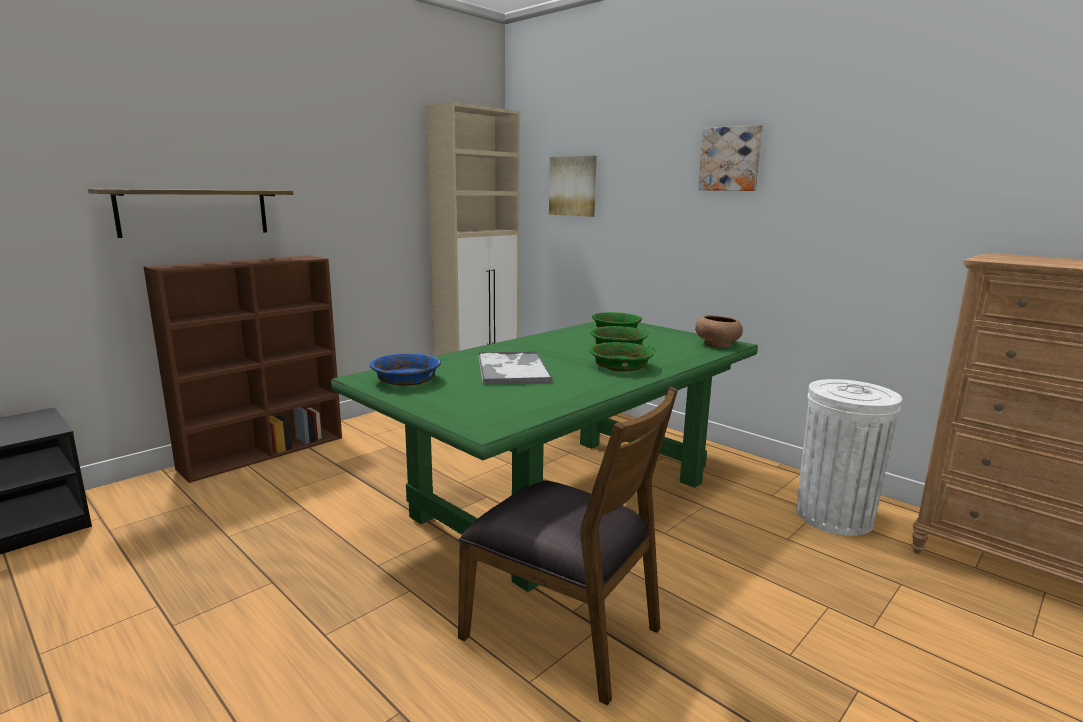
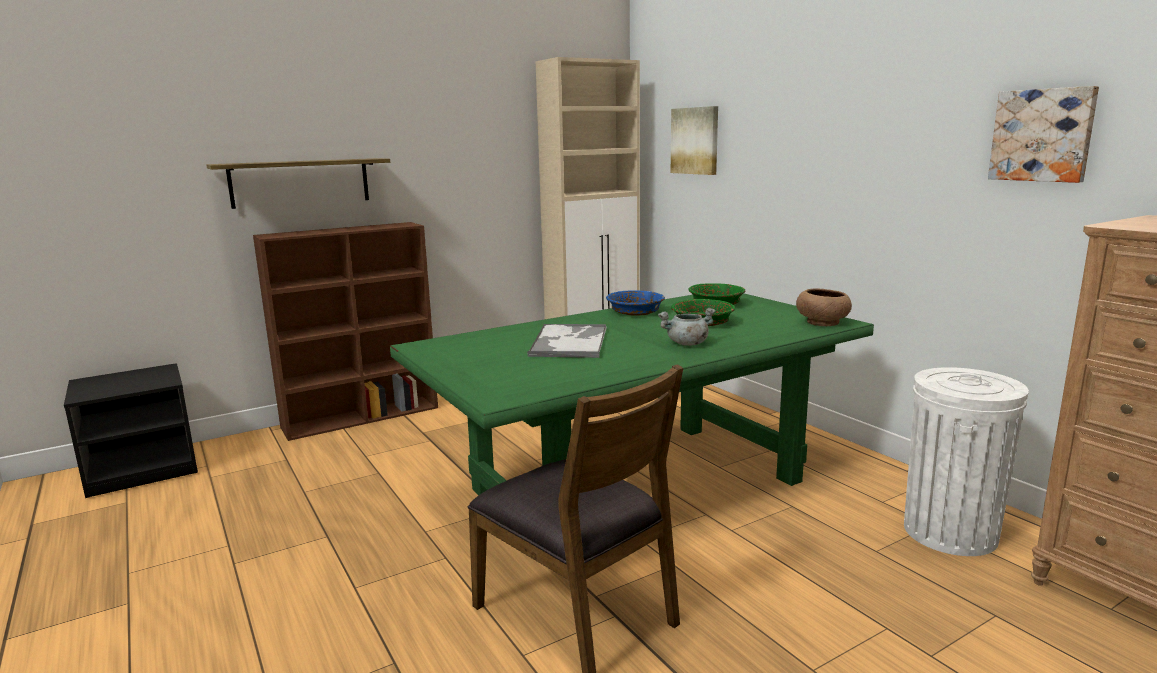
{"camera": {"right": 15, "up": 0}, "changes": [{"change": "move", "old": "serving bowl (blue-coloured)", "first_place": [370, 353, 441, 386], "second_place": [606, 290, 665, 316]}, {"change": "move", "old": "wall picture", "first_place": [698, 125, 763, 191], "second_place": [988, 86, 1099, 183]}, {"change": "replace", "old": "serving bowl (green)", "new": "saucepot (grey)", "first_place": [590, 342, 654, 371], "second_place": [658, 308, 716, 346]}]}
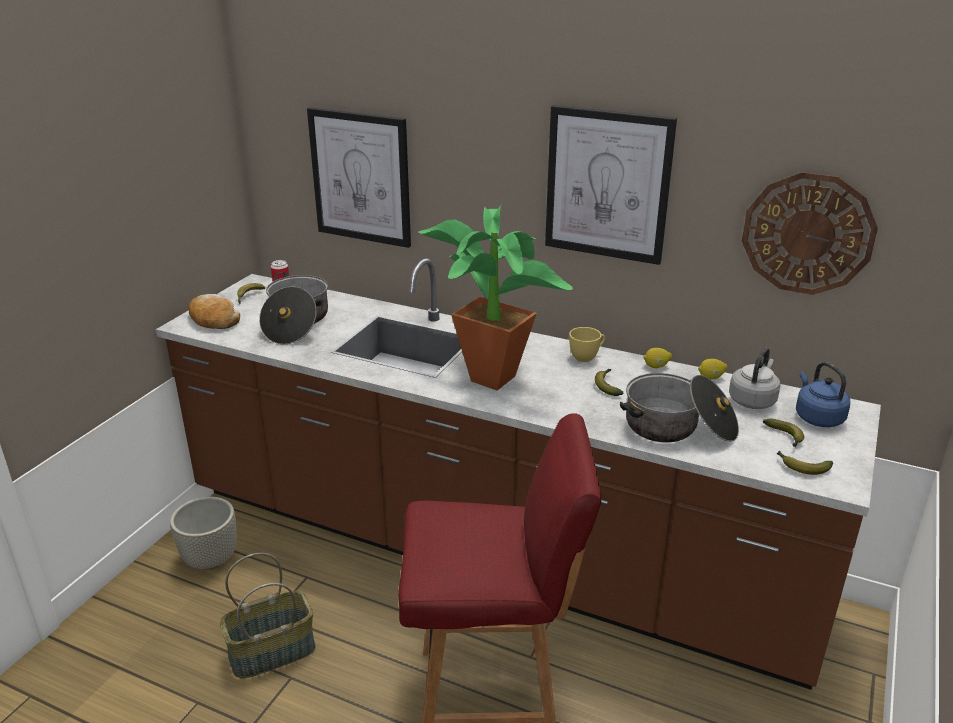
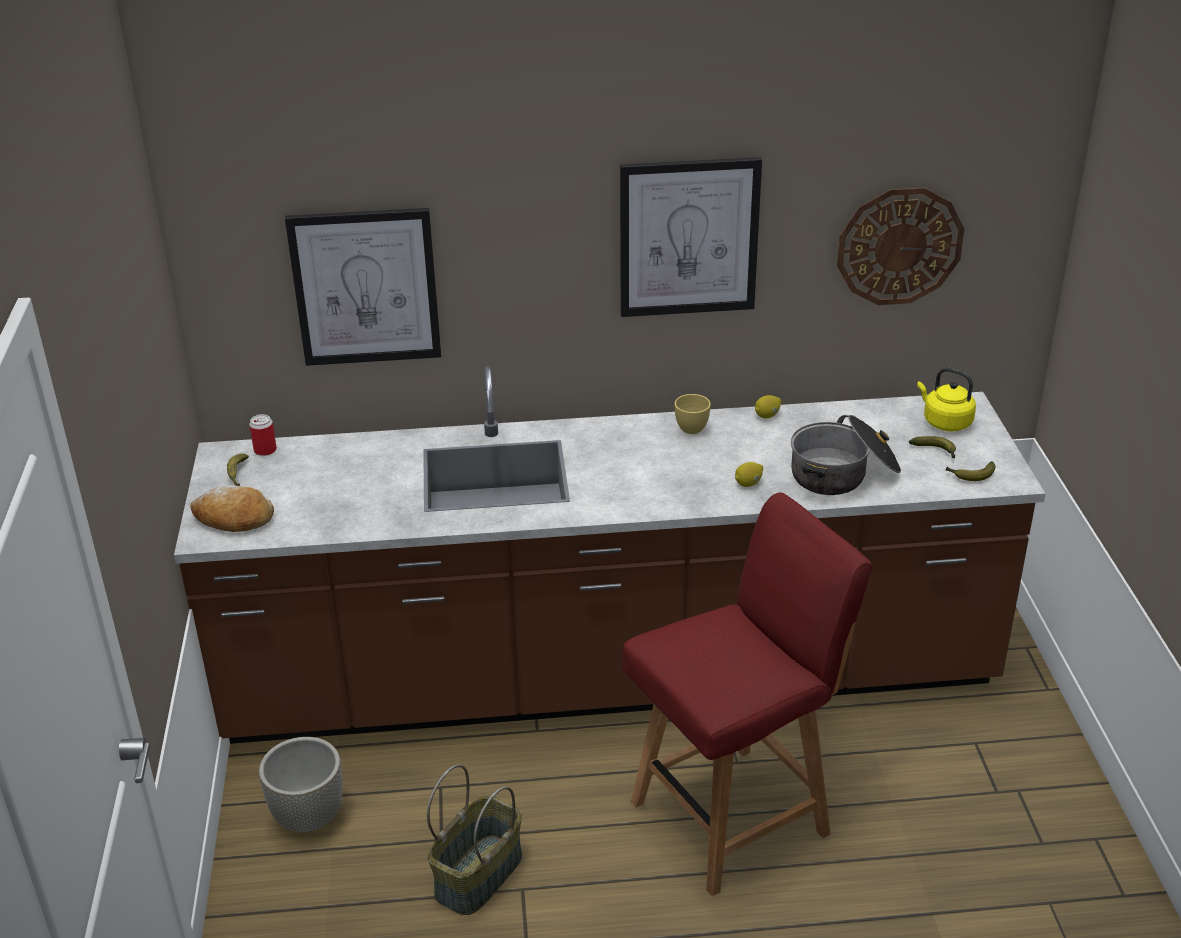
{"camera": {"right": -30, "up": 5}, "changes": [{"change": "delete", "old": "saucepot", "first_place": [259, 272, 328, 345]}, {"change": "delete", "old": "plant in a pot", "first_place": [419, 205, 573, 391]}, {"change": "delete", "old": "banana", "first_place": [595, 369, 623, 396]}, {"change": "delete", "old": "tea kettle (grey)", "first_place": [729, 347, 781, 409]}, {"change": "move", "old": "lemon", "first_place": [698, 359, 727, 380], "second_place": [735, 462, 763, 487]}, {"change": "recolor", "old": "tea kettle (blue-coloured)", "new": "tea kettle (yellowish)", "first_place": [796, 362, 850, 427], "second_place": [917, 367, 976, 431]}]}
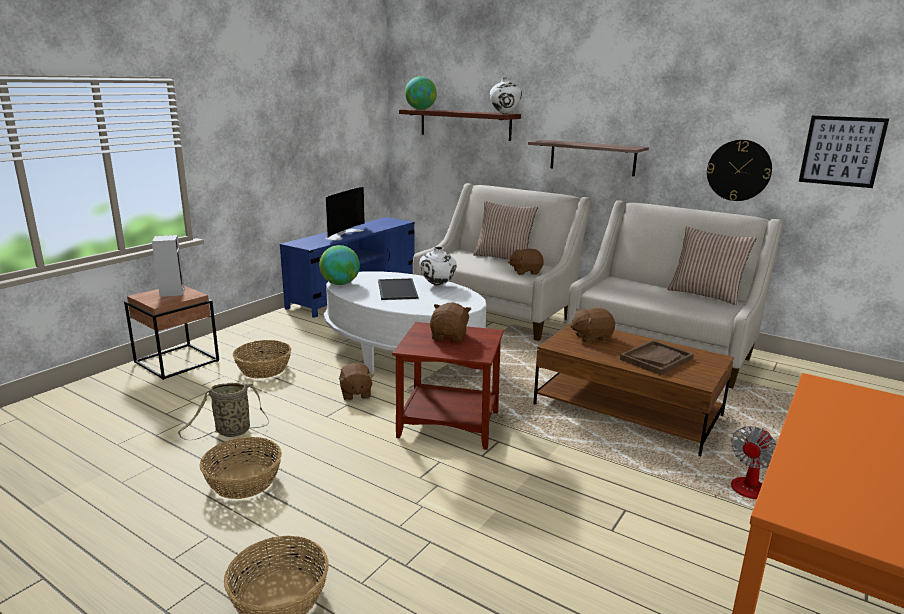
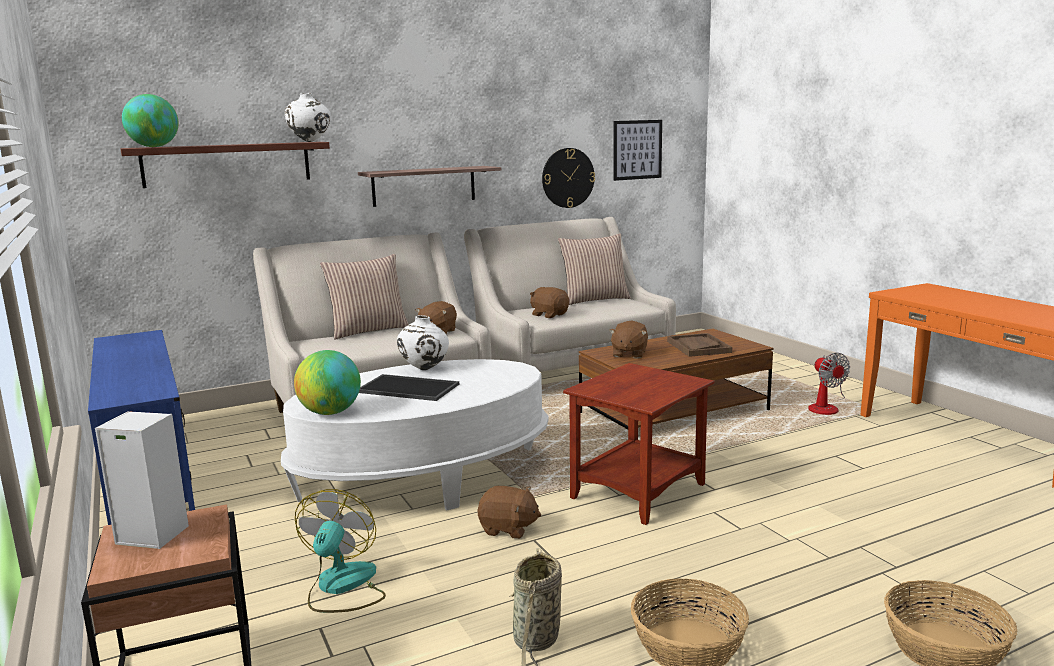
{"camera": {"right": -60, "up": -5}, "changes": [{"change": "delete", "old": "TV set", "first_place": [325, 186, 365, 240]}, {"change": "move", "old": "cuddly toy (brown-coloured)", "first_place": [430, 303, 471, 342], "second_place": [530, 287, 569, 318]}, {"change": "replace", "old": "storage basket", "new": "electric fan", "first_place": [233, 340, 291, 378], "second_place": [295, 489, 386, 613]}]}
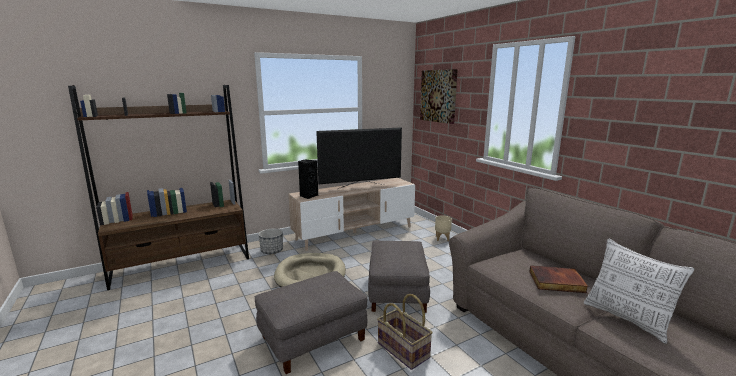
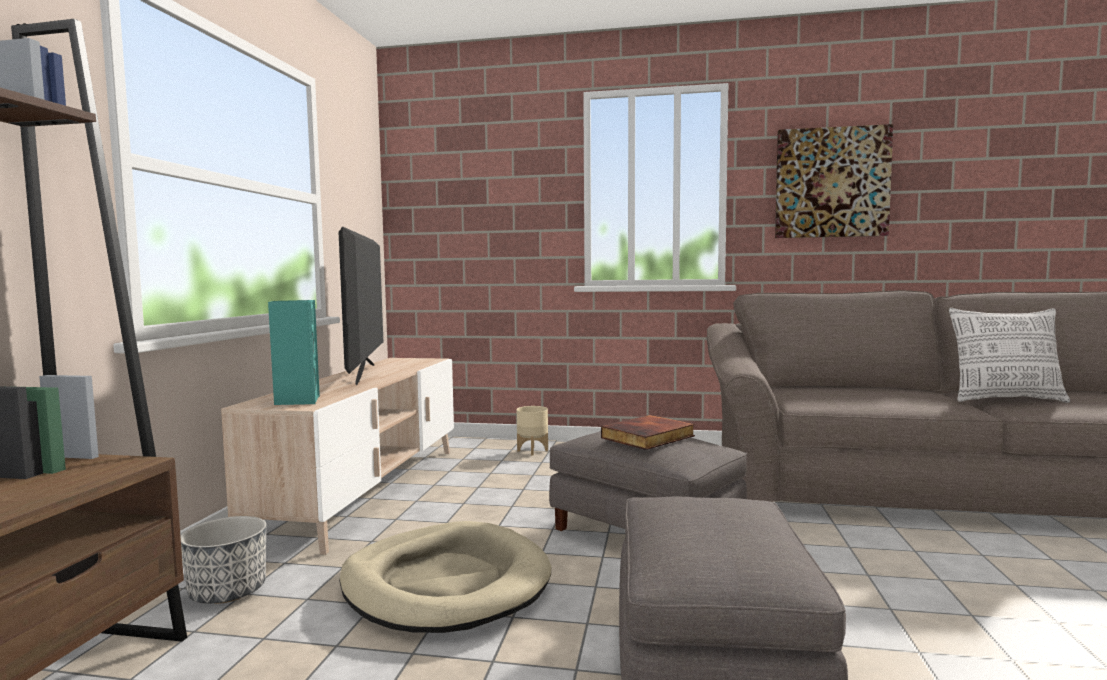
{"camera": {"right": -50, "up": -10}, "changes": [{"change": "delete", "old": "storage basket", "first_place": [377, 294, 433, 370]}, {"change": "move", "old": "wall picture", "first_place": [420, 69, 458, 124], "second_place": [775, 124, 893, 238]}, {"change": "move", "old": "bound book", "first_place": [529, 265, 588, 293], "second_place": [601, 415, 695, 450]}, {"change": "recolor", "old": "speaker (black-coloured)", "new": "speaker (blue-green)", "first_place": [298, 160, 318, 199], "second_place": [268, 300, 320, 405]}, {"change": "rotate", "old": "TV set", "first_place": [316, 127, 402, 189], "second_place": [338, 226, 383, 385], "degrees": 150}]}
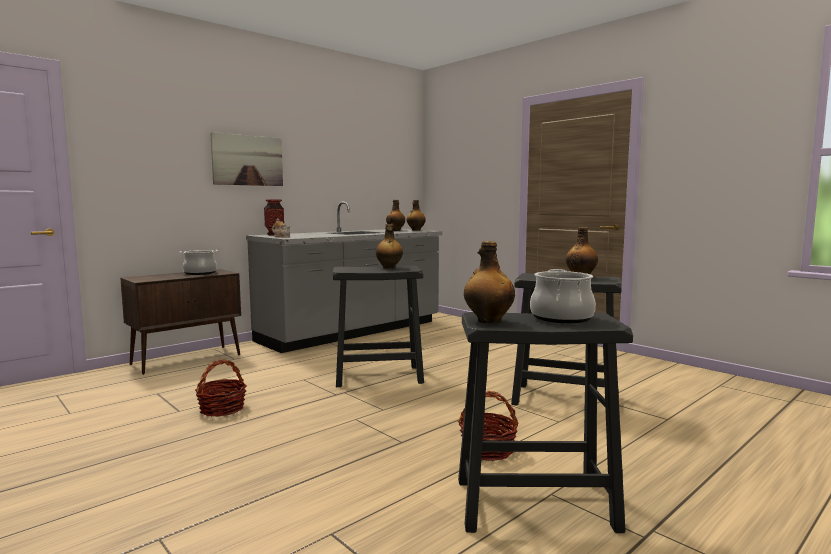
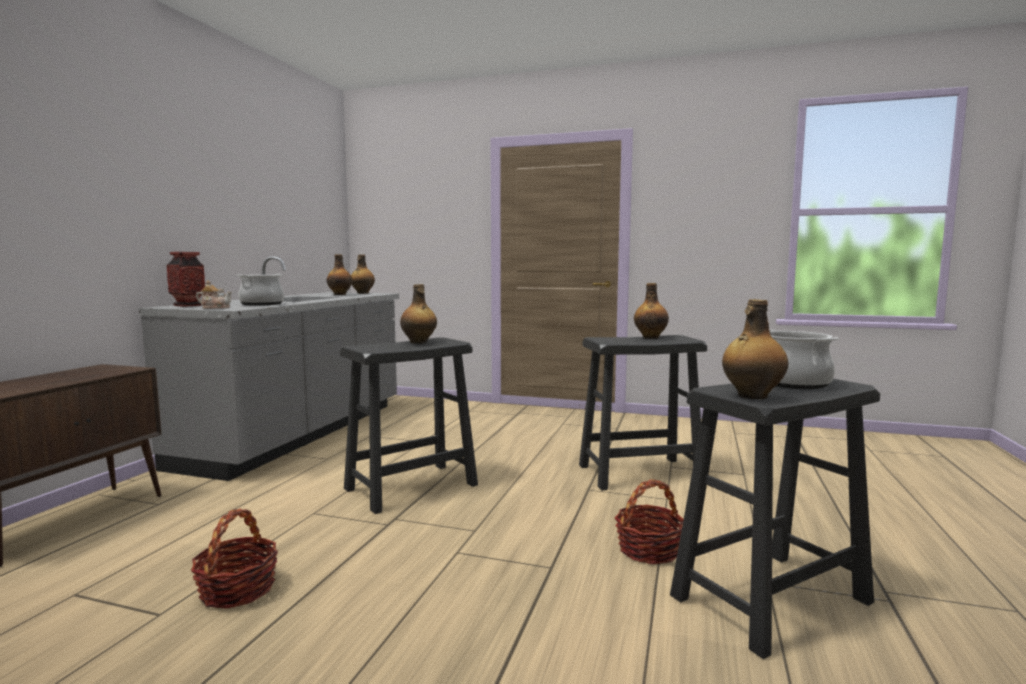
{"camera": {"right": -30, "up": 0}, "changes": [{"change": "delete", "old": "wall picture", "first_place": [210, 132, 283, 186]}, {"change": "move", "old": "saucepot", "first_place": [179, 250, 219, 275], "second_place": [237, 274, 284, 306]}]}
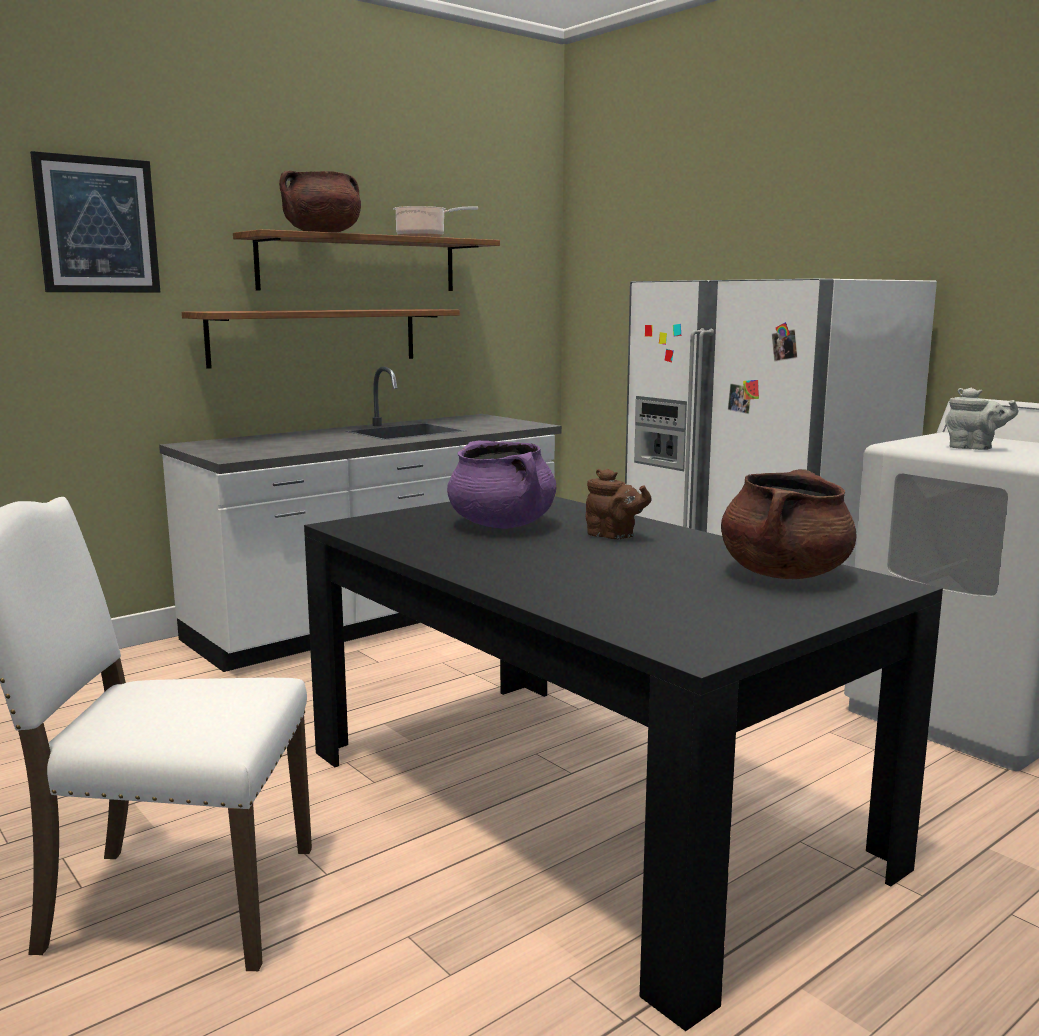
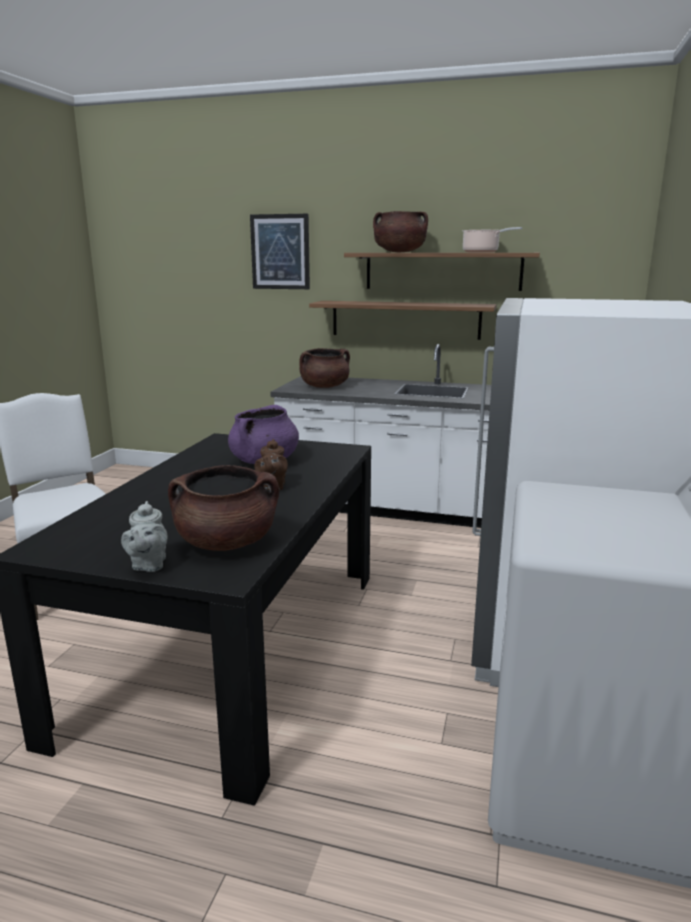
{"camera": {"right": 55, "up": 5}, "changes": [{"change": "insert", "new": "saucepot (brown-coloured)", "second_place": [299, 348, 350, 388]}, {"change": "move", "old": "pot for tea (grey)", "first_place": [945, 387, 1019, 450], "second_place": [121, 501, 167, 572]}]}
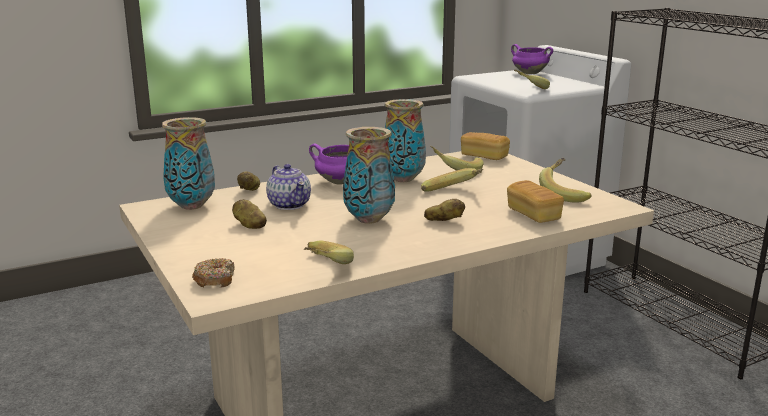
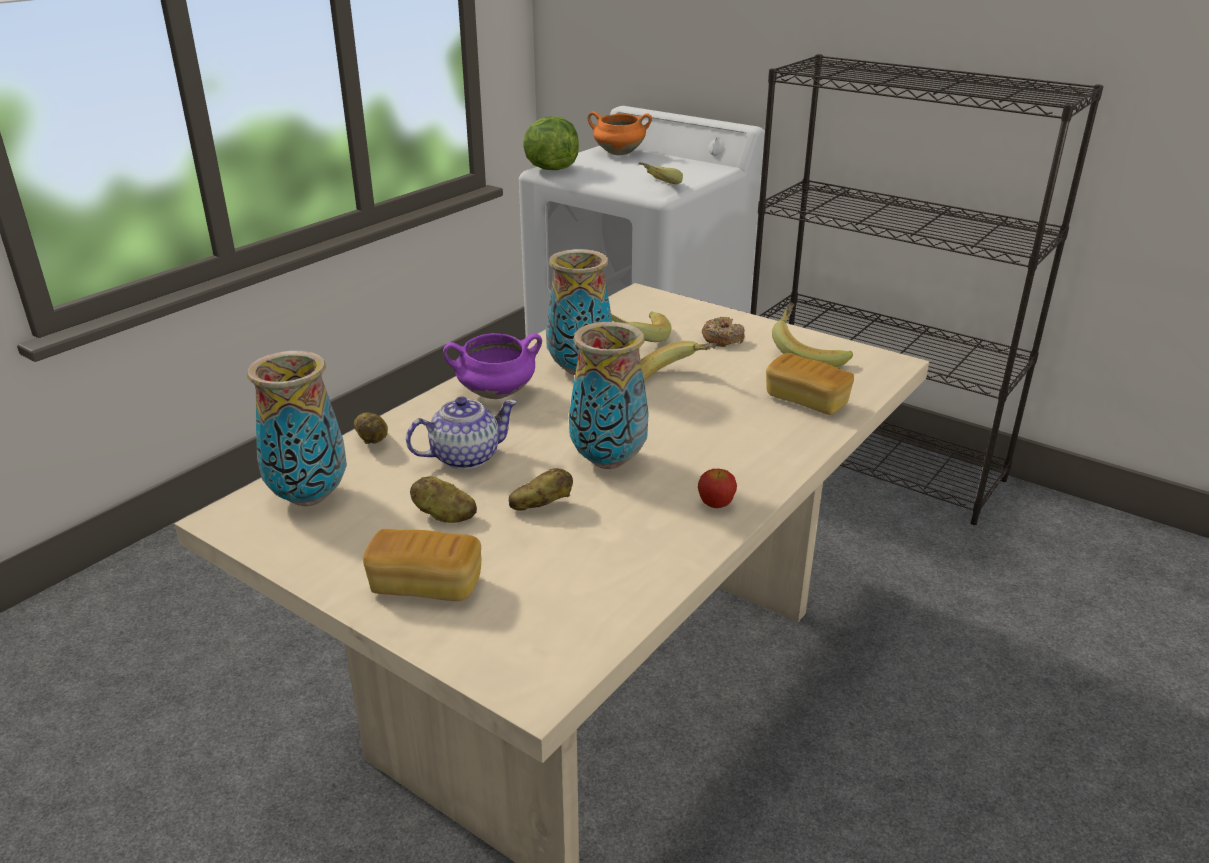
{"camera": {"right": -25, "up": 10}, "changes": [{"change": "delete", "old": "banana", "first_place": [304, 241, 354, 264]}, {"change": "insert", "new": "lettuce head", "second_place": [523, 116, 579, 170]}, {"change": "insert", "new": "apple", "second_place": [698, 469, 737, 508]}, {"change": "move", "old": "doughnut", "first_place": [192, 258, 235, 287], "second_place": [702, 317, 745, 347]}, {"change": "move", "old": "potato", "first_place": [424, 199, 465, 221], "second_place": [509, 468, 573, 511]}, {"change": "move", "old": "bread", "first_place": [461, 132, 510, 160], "second_place": [363, 529, 481, 601]}, {"change": "recolor", "old": "saucepot (purple-coloured)", "new": "saucepot (orange)", "first_place": [511, 44, 553, 74], "second_place": [588, 111, 652, 155]}, {"change": "rotate", "old": "pot for tea", "first_place": [266, 164, 311, 210], "second_place": [406, 397, 518, 470], "degrees": -60}]}
